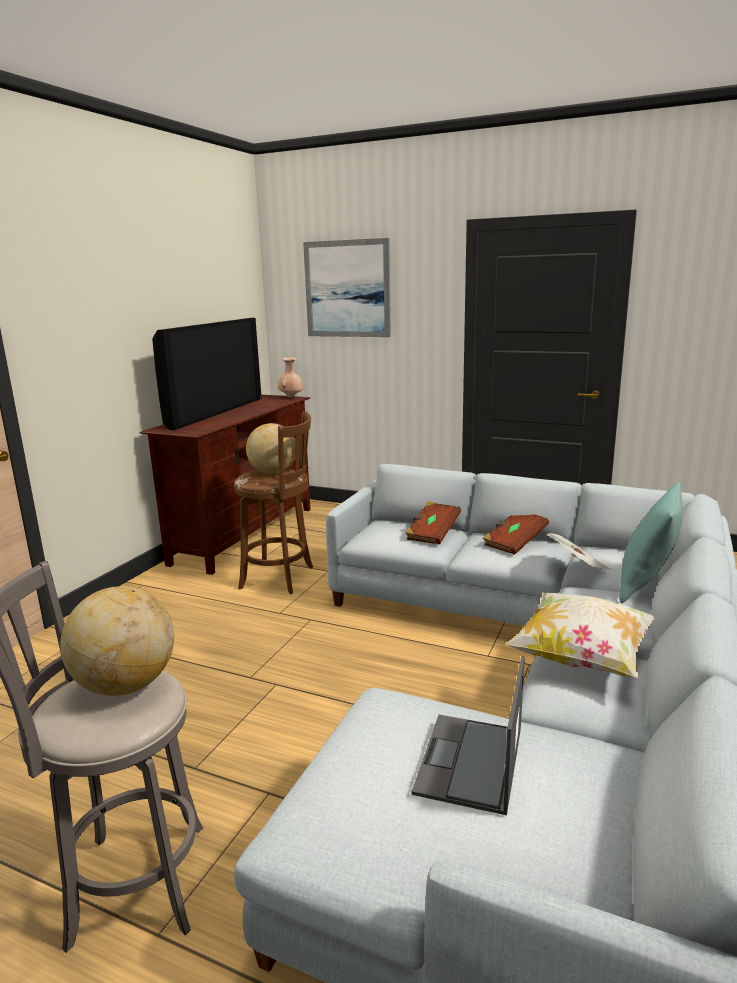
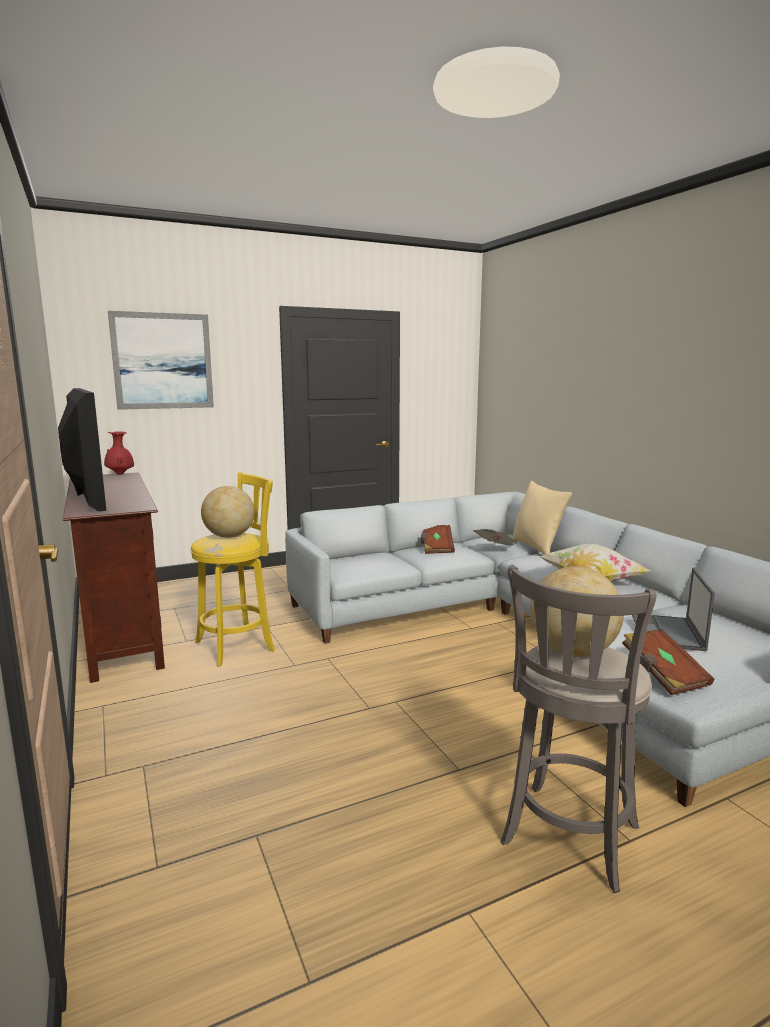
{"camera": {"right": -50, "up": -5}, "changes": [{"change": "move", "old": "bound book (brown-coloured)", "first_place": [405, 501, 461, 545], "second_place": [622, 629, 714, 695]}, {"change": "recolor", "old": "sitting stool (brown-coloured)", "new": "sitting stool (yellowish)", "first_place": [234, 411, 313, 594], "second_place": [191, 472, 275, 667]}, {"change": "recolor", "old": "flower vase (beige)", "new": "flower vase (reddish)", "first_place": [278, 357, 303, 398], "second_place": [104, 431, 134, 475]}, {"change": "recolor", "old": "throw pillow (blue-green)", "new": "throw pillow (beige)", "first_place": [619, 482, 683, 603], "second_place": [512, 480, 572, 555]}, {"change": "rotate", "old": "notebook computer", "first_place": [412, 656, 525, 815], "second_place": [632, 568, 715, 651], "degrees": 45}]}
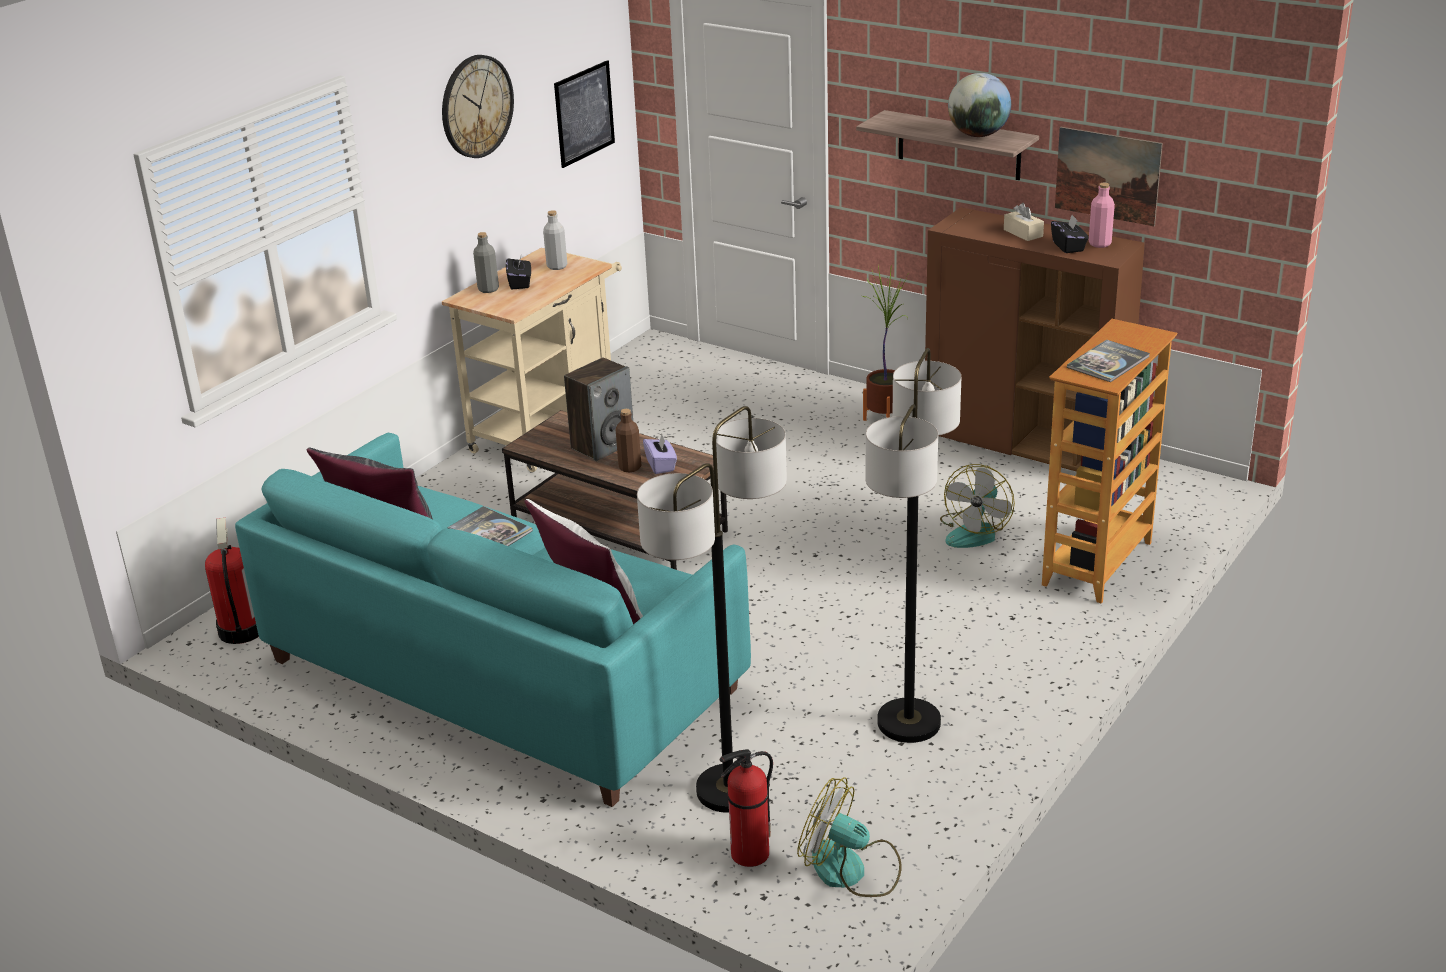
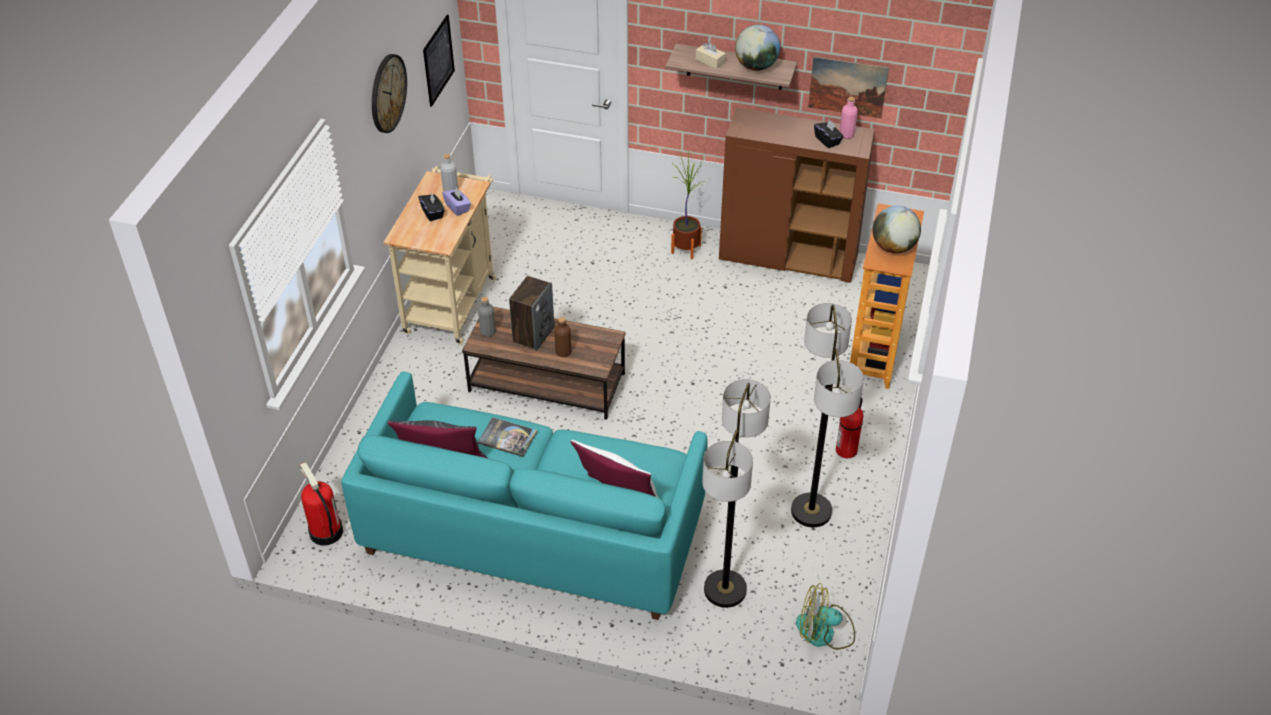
{"camera": {"right": -20, "up": 15}, "changes": [{"change": "delete", "old": "electric fan", "first_place": [940, 464, 1015, 548]}, {"change": "move", "old": "bottle (grey)", "first_place": [473, 232, 499, 293], "second_place": [478, 297, 496, 337]}, {"change": "move", "old": "tissue box (purple-coloured)", "first_place": [643, 434, 677, 474], "second_place": [442, 187, 471, 216]}, {"change": "move", "old": "extinguisher", "first_place": [719, 750, 773, 867], "second_place": [836, 397, 863, 458]}, {"change": "move", "old": "tissue box (beige)", "first_place": [1004, 203, 1044, 241], "second_place": [696, 42, 726, 69]}, {"change": "replace", "old": "bound book", "new": "world globe", "first_place": [1067, 340, 1150, 382], "second_place": [873, 206, 921, 254]}]}
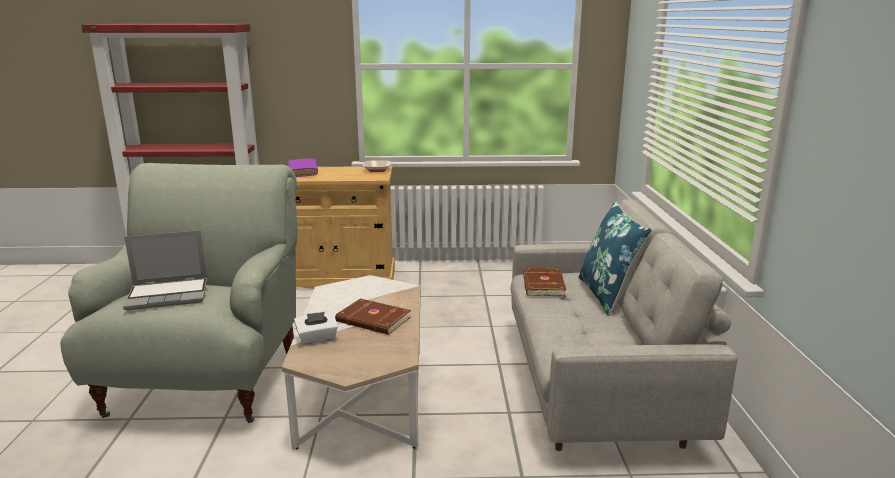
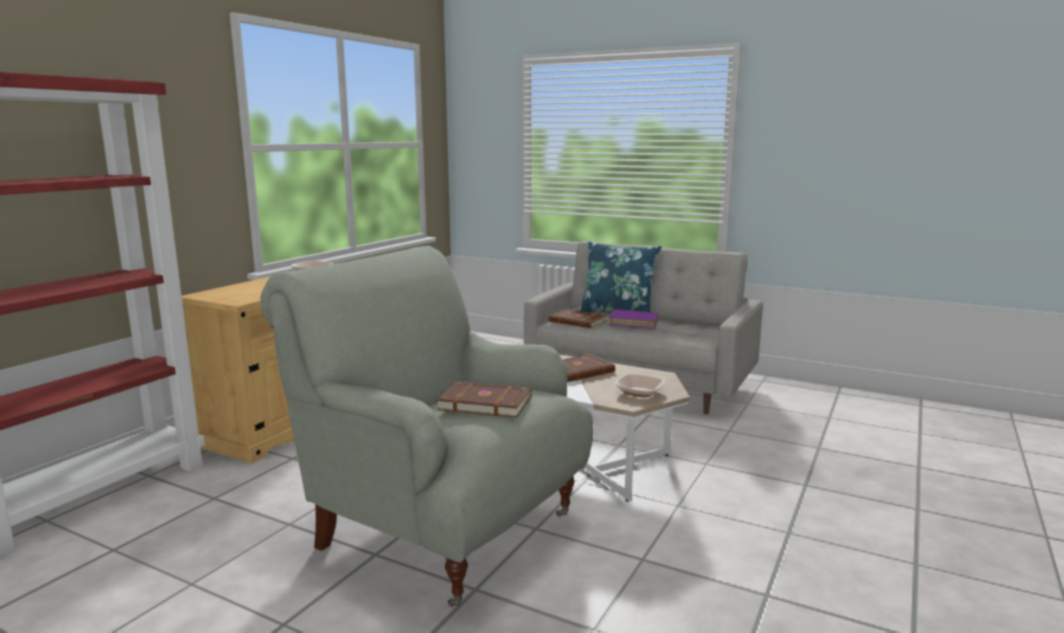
{"camera": {"right": -60, "up": -5}, "changes": [{"change": "delete", "old": "tissue box (whitish)", "first_place": [294, 312, 338, 345]}, {"change": "insert", "new": "serving bowl", "second_place": [615, 374, 665, 398]}, {"change": "move", "old": "bound book (purple-coloured)", "first_place": [288, 158, 318, 177], "second_place": [609, 309, 659, 329]}, {"change": "replace", "old": "notebook computer", "new": "bound book (brown-coloured)", "first_place": [123, 230, 207, 311], "second_place": [437, 382, 532, 418]}]}
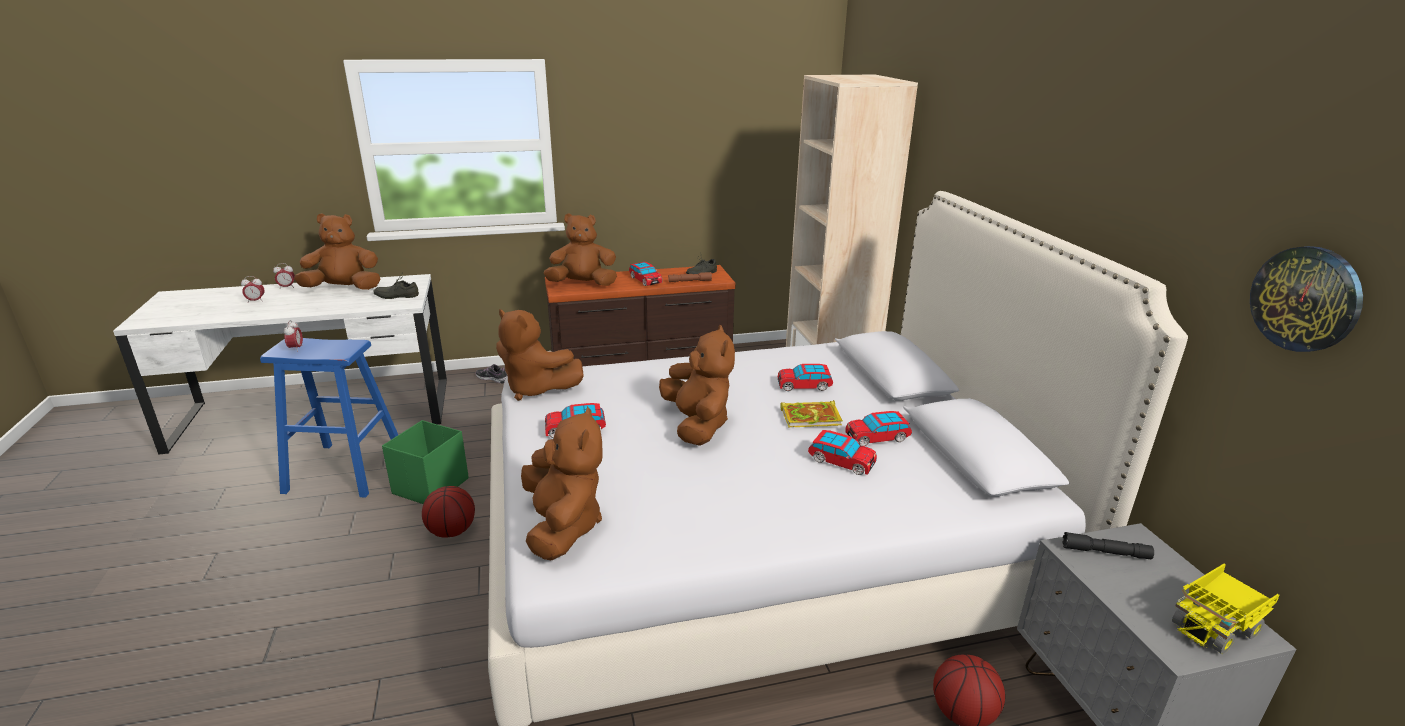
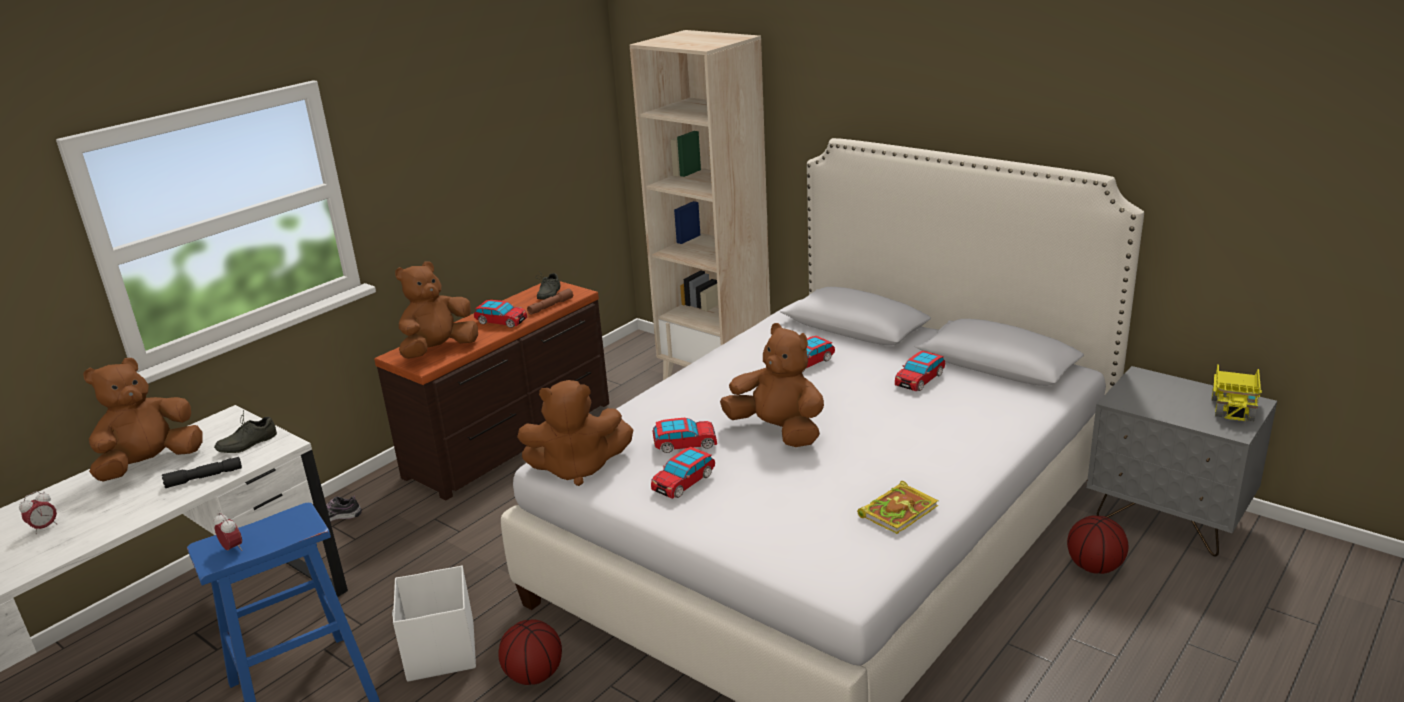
{"camera": {"right": -35, "up": 0}, "changes": [{"change": "delete", "old": "table clock", "first_place": [273, 263, 295, 288]}, {"change": "delete", "old": "cuddly toy (brown-coloured)", "first_place": [521, 406, 603, 560]}, {"change": "delete", "old": "clock on the wall", "first_place": [1250, 246, 1363, 352]}, {"change": "move", "old": "bound book", "first_place": [780, 400, 843, 427], "second_place": [857, 481, 939, 534]}, {"change": "move", "old": "model car", "first_place": [808, 430, 877, 475], "second_place": [652, 418, 717, 453]}, {"change": "move", "old": "hand torch (black-coloured)", "first_place": [1062, 532, 1154, 559], "second_place": [162, 457, 242, 488]}, {"change": "recolor", "old": "storage container (green)", "new": "storage container (whitish)", "first_place": [382, 420, 469, 504], "second_place": [392, 566, 476, 682]}]}
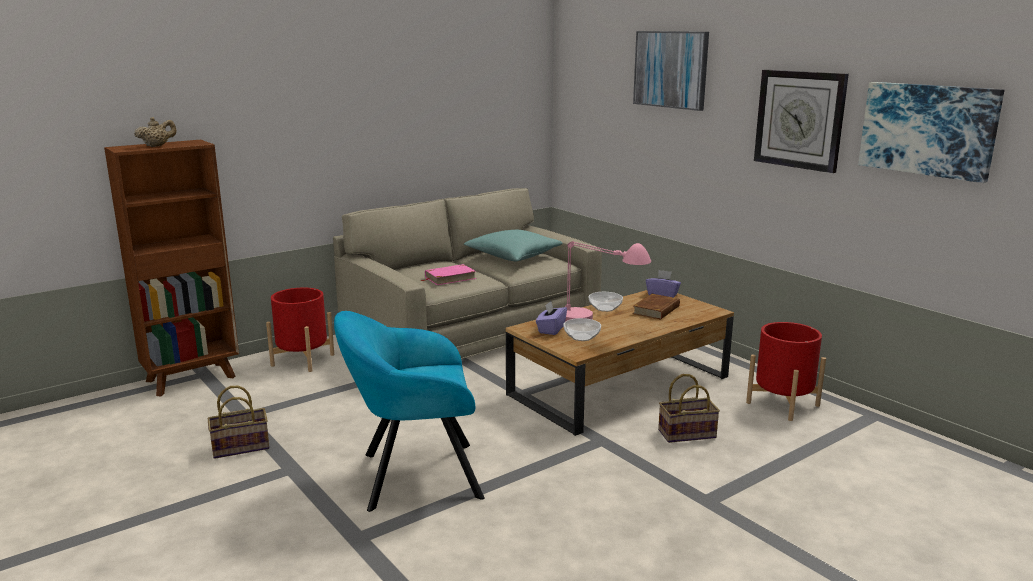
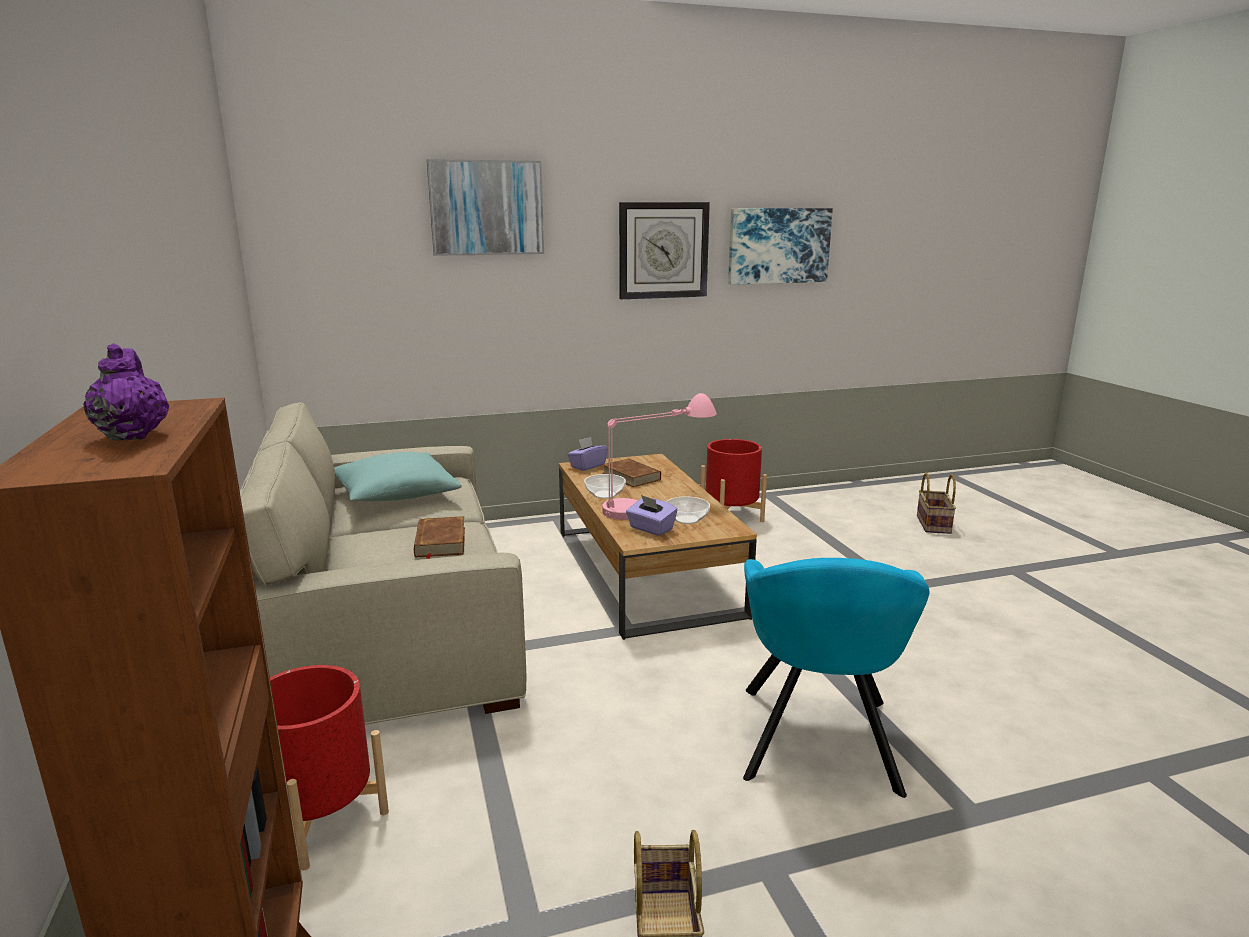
{"camera": {"right": -70, "up": 0}, "changes": [{"change": "move", "old": "storage basket", "first_place": [658, 374, 720, 443], "second_place": [917, 473, 956, 534]}, {"change": "recolor", "old": "pot for tea (beige)", "new": "pot for tea (purple-coloured)", "first_place": [134, 117, 176, 147], "second_place": [83, 343, 169, 440]}, {"change": "recolor", "old": "bound book (pink-coloured)", "new": "bound book (brown-coloured)", "first_place": [421, 264, 476, 285], "second_place": [414, 516, 465, 559]}]}
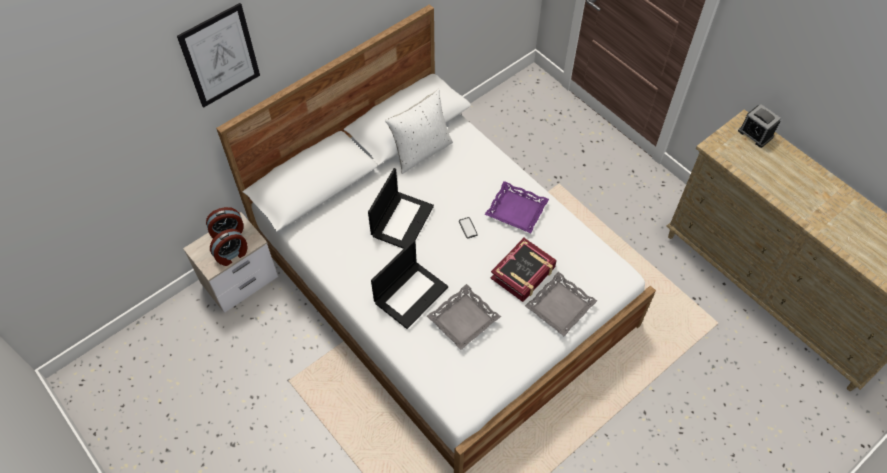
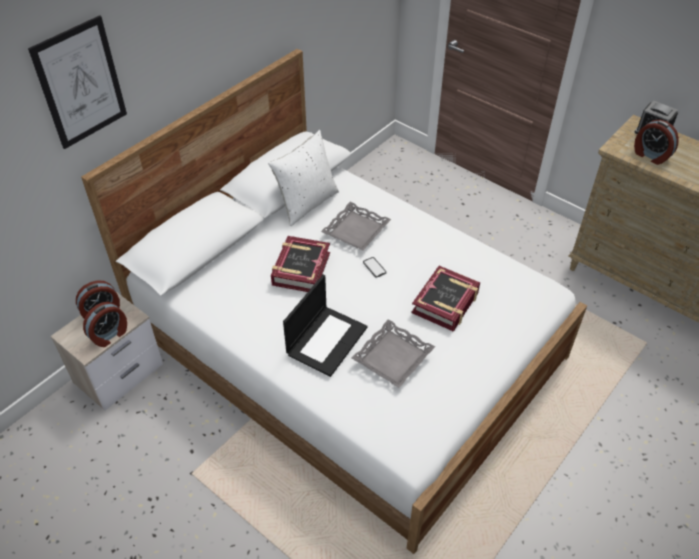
{"camera": {"right": -10, "up": -10}, "changes": [{"change": "delete", "old": "serving tray (purple-coloured)", "first_place": [485, 181, 549, 233]}, {"change": "insert", "new": "table clock", "second_place": [634, 119, 679, 165]}, {"change": "move", "old": "serving tray (grey)", "first_place": [525, 272, 597, 336], "second_place": [321, 202, 391, 251]}, {"change": "replace", "old": "notebook computer", "new": "bound book", "first_place": [368, 168, 434, 249], "second_place": [271, 236, 330, 292]}]}
